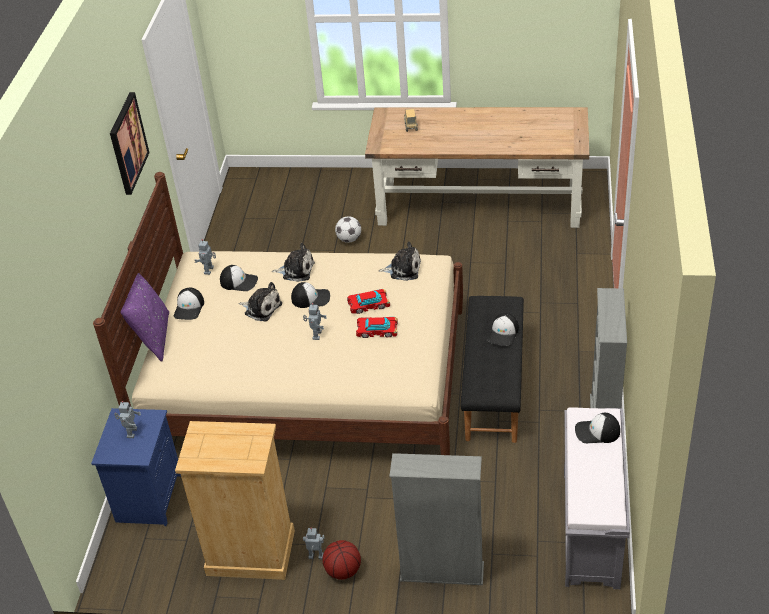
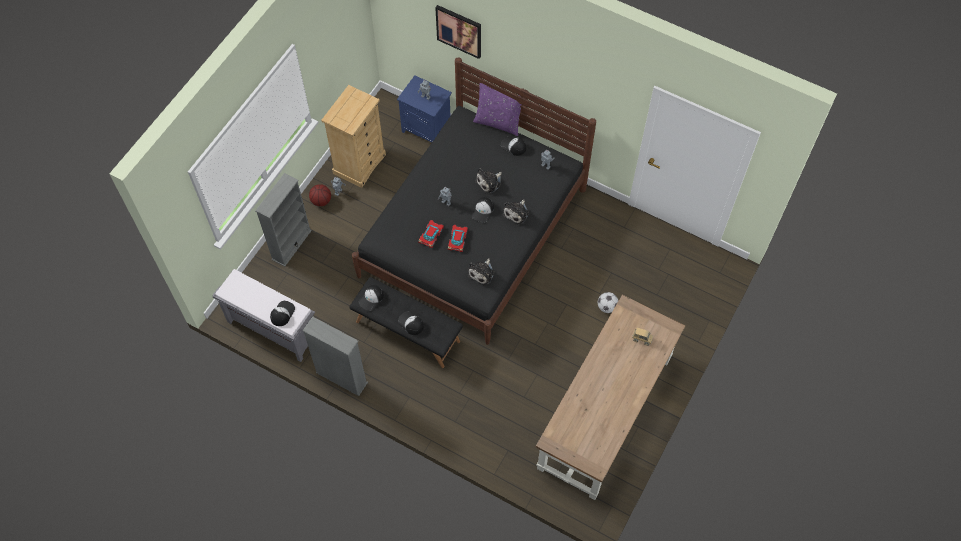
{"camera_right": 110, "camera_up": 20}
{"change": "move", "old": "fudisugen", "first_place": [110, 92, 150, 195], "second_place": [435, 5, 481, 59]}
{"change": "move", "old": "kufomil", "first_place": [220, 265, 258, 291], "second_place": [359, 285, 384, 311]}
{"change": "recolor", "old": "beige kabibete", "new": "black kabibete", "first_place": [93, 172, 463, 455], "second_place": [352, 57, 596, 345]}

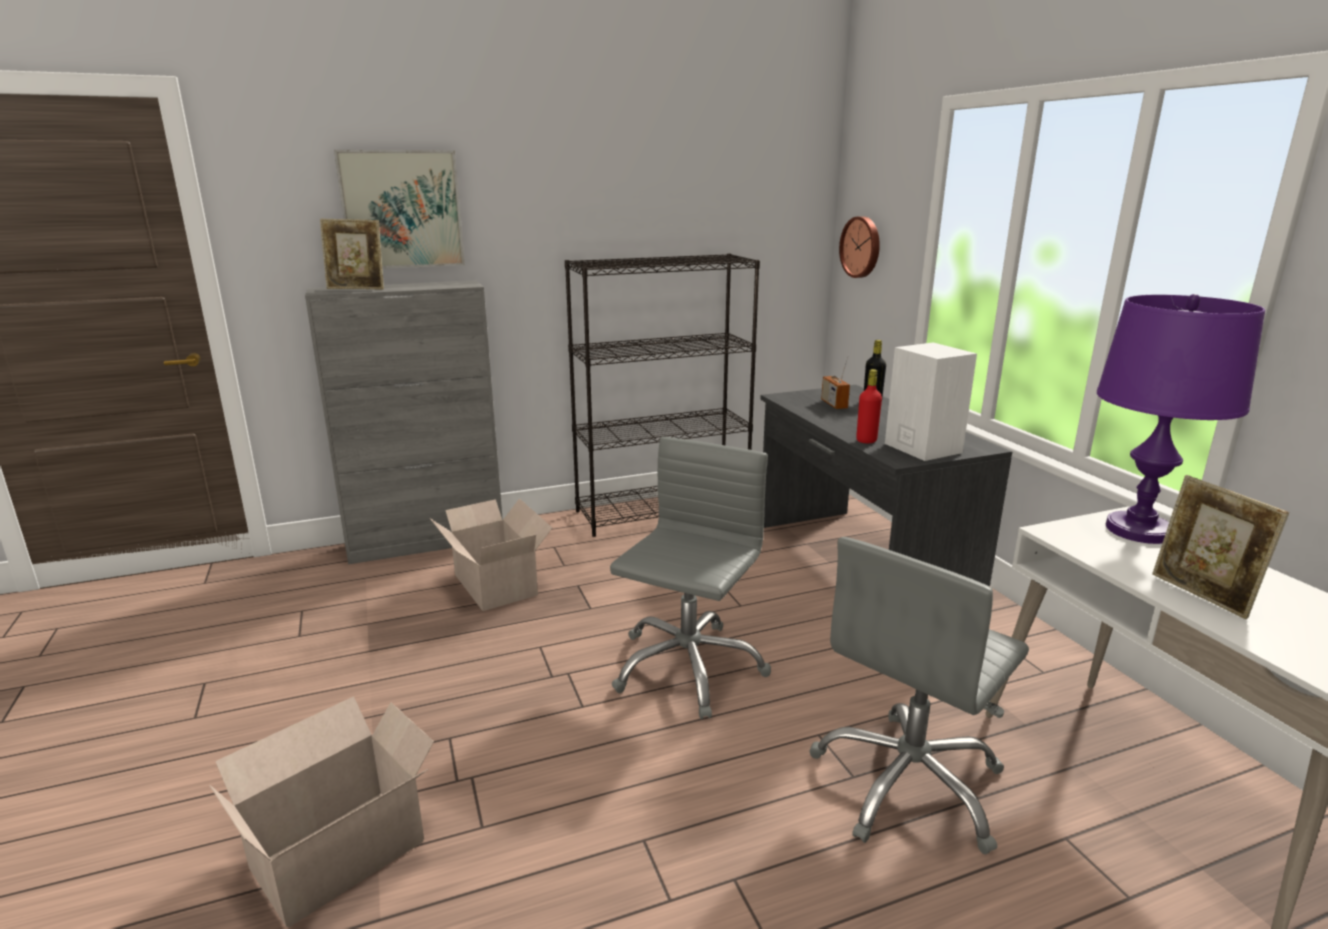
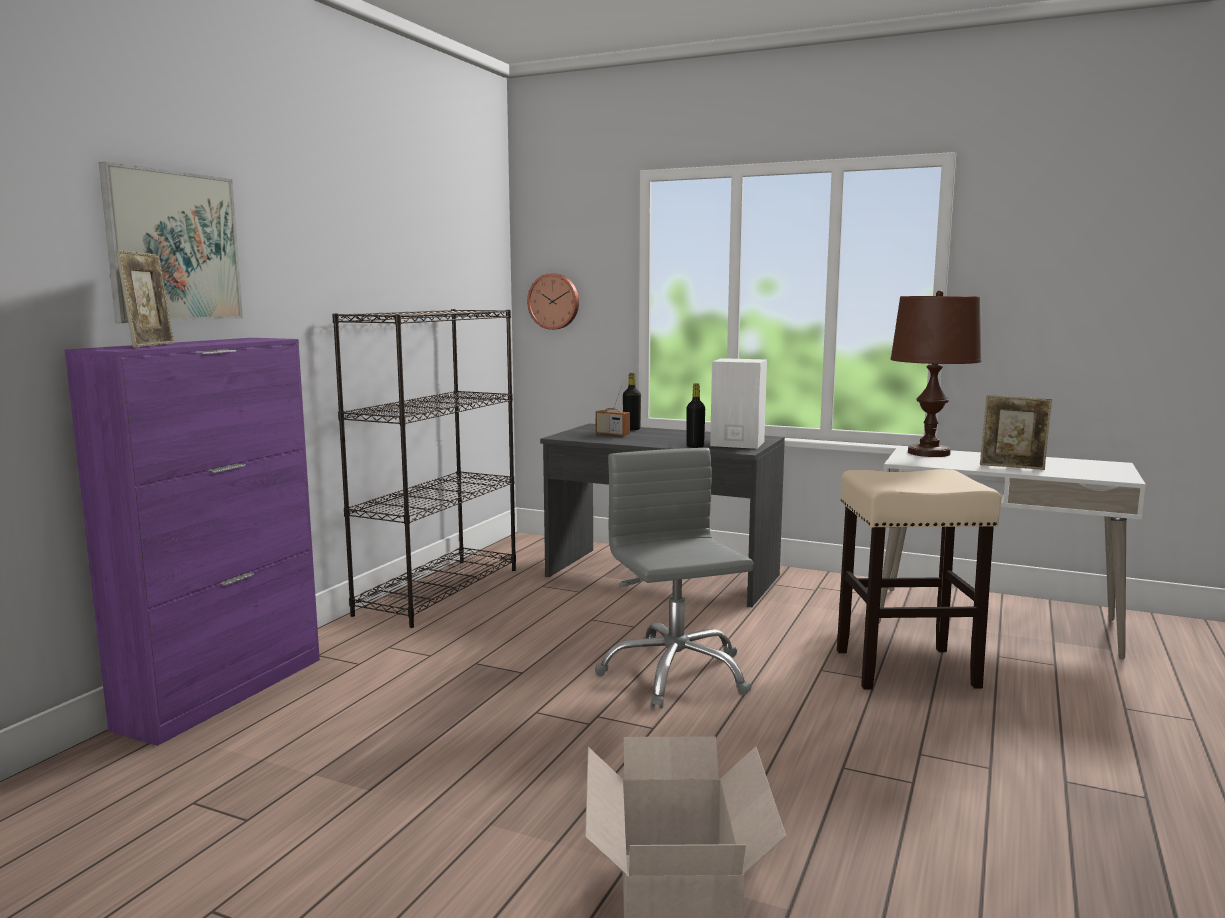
{"camera_right": -45, "camera_up": -10}
{"change": "delete", "old": "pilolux", "first_place": [430, 498, 552, 611]}
{"change": "replace", "old": "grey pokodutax", "new": "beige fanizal", "first_place": [810, 537, 1029, 854], "second_place": [837, 469, 1001, 690]}
{"change": "recolor", "old": "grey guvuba", "new": "purple guvuba", "first_place": [305, 280, 503, 564], "second_place": [65, 338, 320, 746]}
{"change": "recolor", "old": "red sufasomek", "new": "black sufasomek", "first_place": [856, 369, 882, 443], "second_place": [687, 383, 705, 448]}
{"change": "recolor", "old": "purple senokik", "new": "brown senokik", "first_place": [1097, 294, 1265, 544], "second_place": [891, 290, 981, 457]}
{"change": "rotate", "old": "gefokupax", "first_place": [320, 219, 384, 290], "second_place": [116, 250, 174, 347], "degrees": -45}

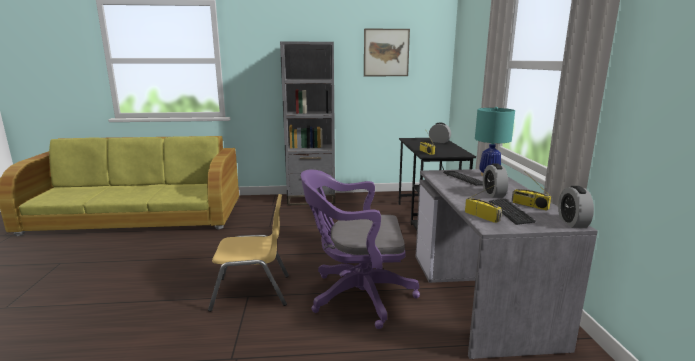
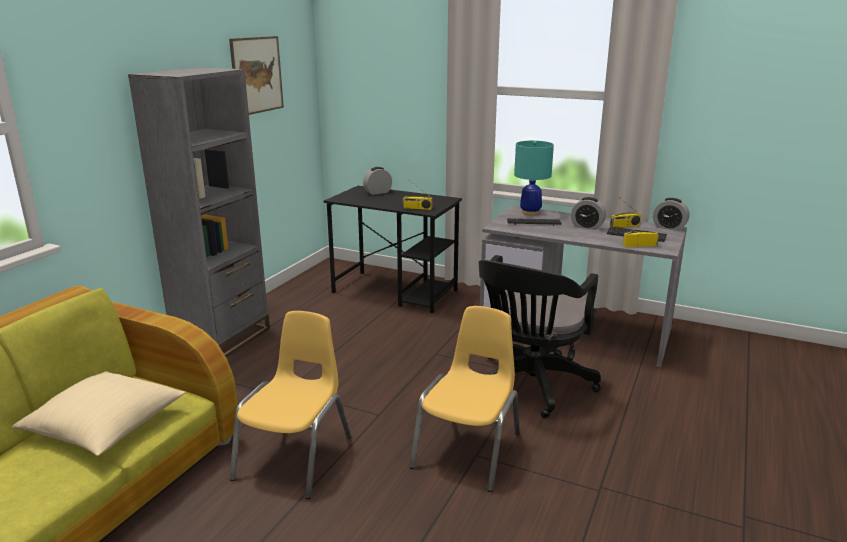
{"camera_right": -60, "camera_up": 5}
{"change": "insert", "new": "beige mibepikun", "second_place": [12, 371, 186, 456]}
{"change": "insert", "new": "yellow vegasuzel", "second_place": [230, 311, 351, 499]}
{"change": "recolor", "old": "purple pokodutax", "new": "black pokodutax", "first_place": [301, 169, 420, 329], "second_place": [479, 255, 601, 419]}

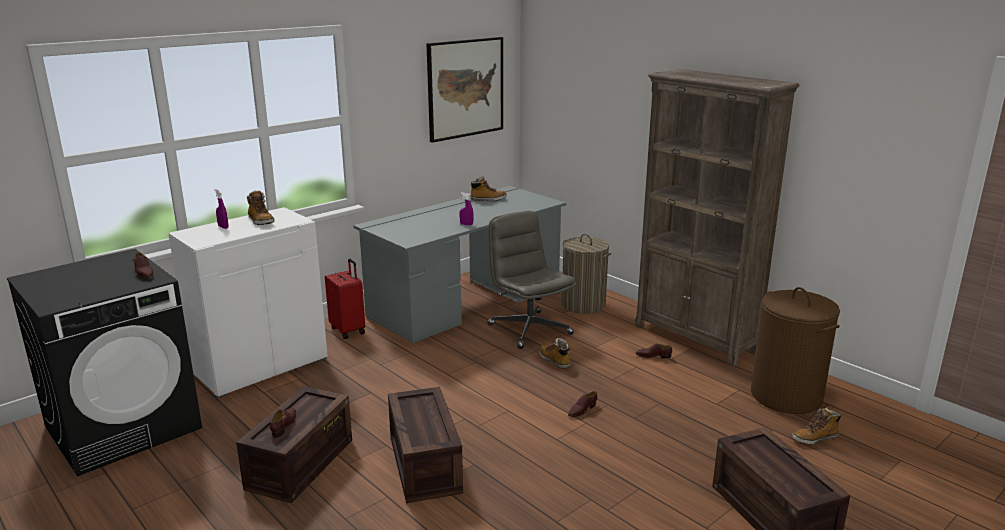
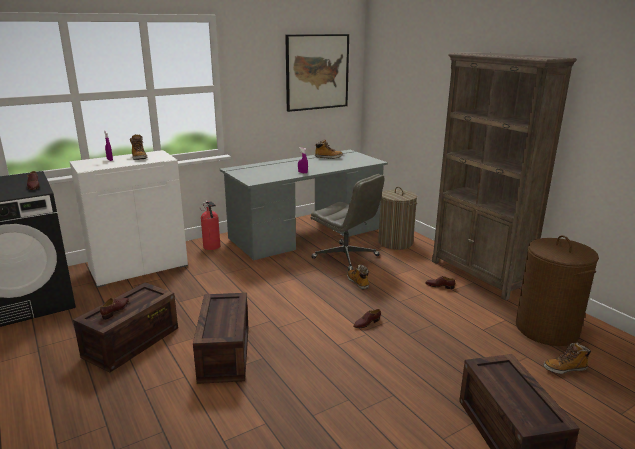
{"camera_right": 10, "camera_up": 0}
{"change": "replace", "old": "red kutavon", "new": "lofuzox", "first_place": [325, 259, 365, 339], "second_place": [200, 201, 220, 250]}
{"change": "rotate", "old": "grey pokodutax", "first_place": [487, 211, 576, 349], "second_place": [311, 174, 385, 271], "degrees": 150}

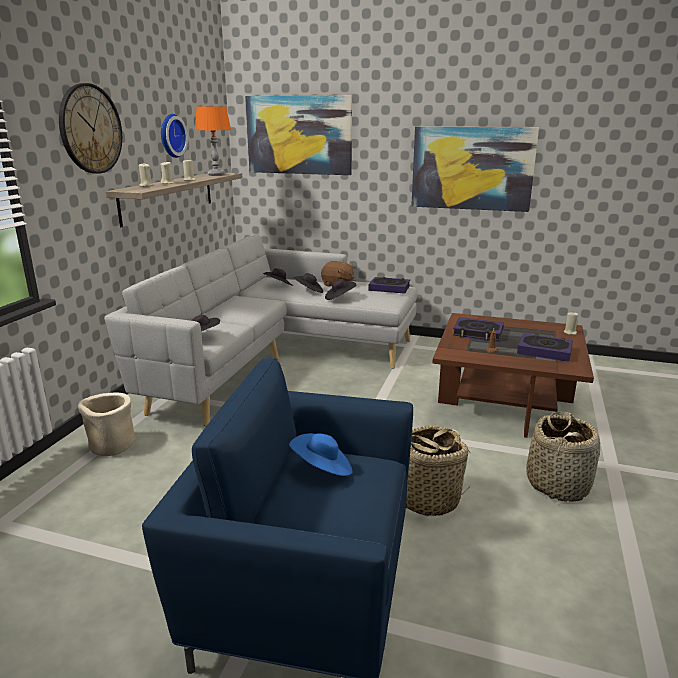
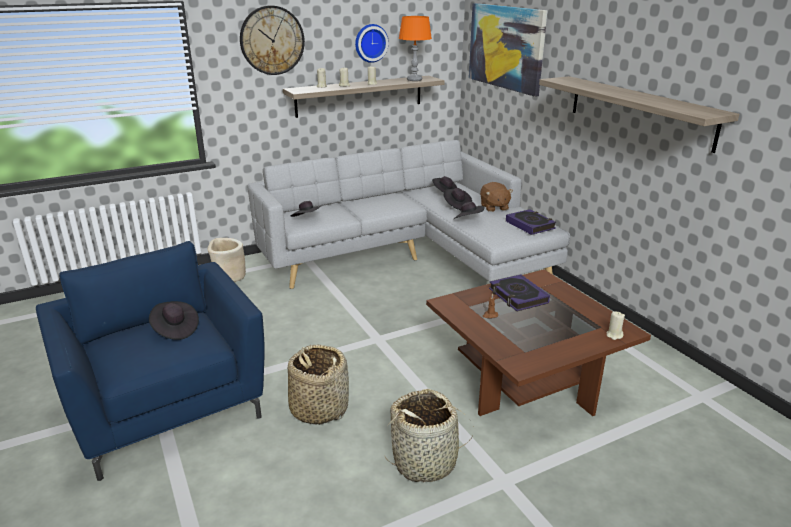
{"camera_right": 45, "camera_up": 5}
{"change": "delete", "old": "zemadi", "first_place": [517, 333, 573, 362]}
{"change": "replace", "old": "fudisugen", "new": "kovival", "first_place": [411, 127, 539, 212], "second_place": [539, 76, 739, 153]}
{"change": "recolor", "old": "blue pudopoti", "new": "black pudopoti", "first_place": [289, 433, 352, 476], "second_place": [149, 301, 199, 340]}

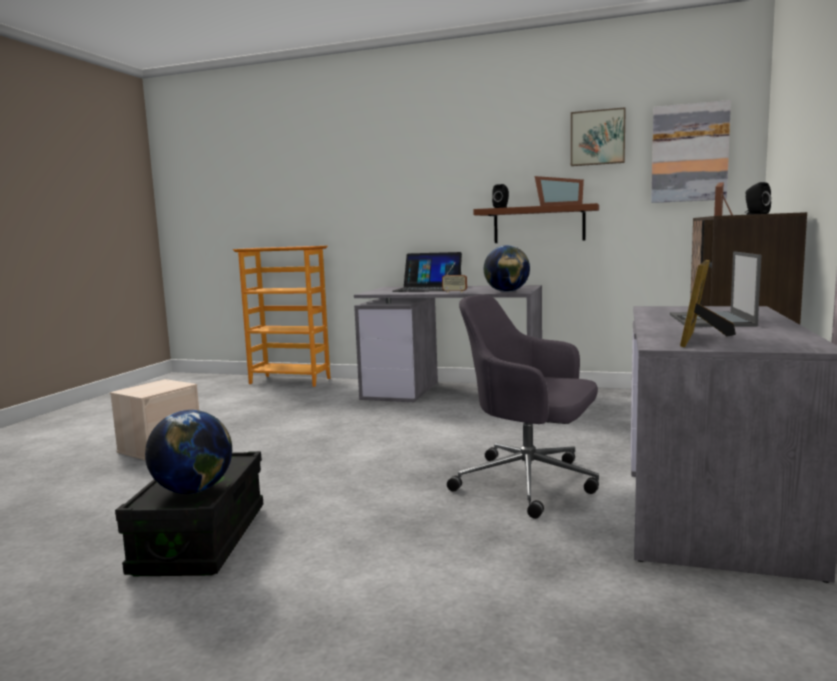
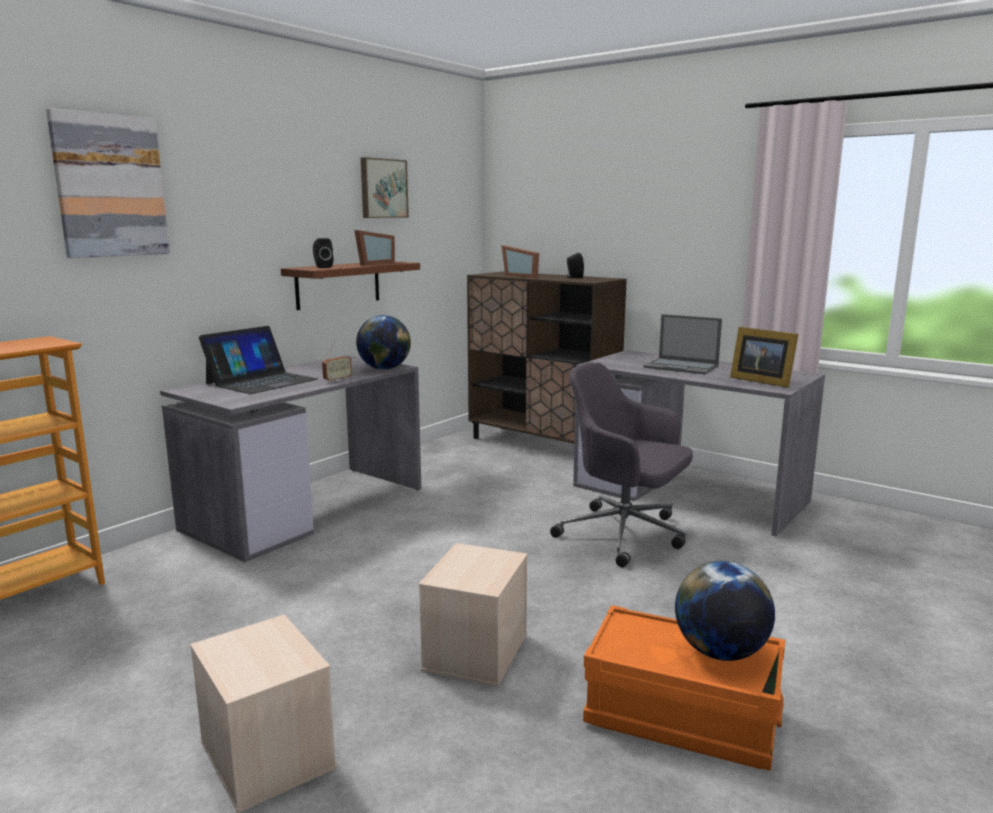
{"camera_right": -70, "camera_up": 5}
{"change": "insert", "new": "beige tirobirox", "second_place": [419, 543, 528, 687]}
{"change": "move", "old": "fudisugen", "first_place": [651, 100, 731, 203], "second_place": [46, 108, 170, 258]}
{"change": "recolor", "old": "black tirobirox", "new": "orange tirobirox", "first_place": [115, 451, 263, 576], "second_place": [583, 605, 785, 771]}
{"change": "rotate", "old": "grey pokodutax", "first_place": [447, 295, 599, 519], "second_place": [550, 362, 693, 567], "degrees": 75}

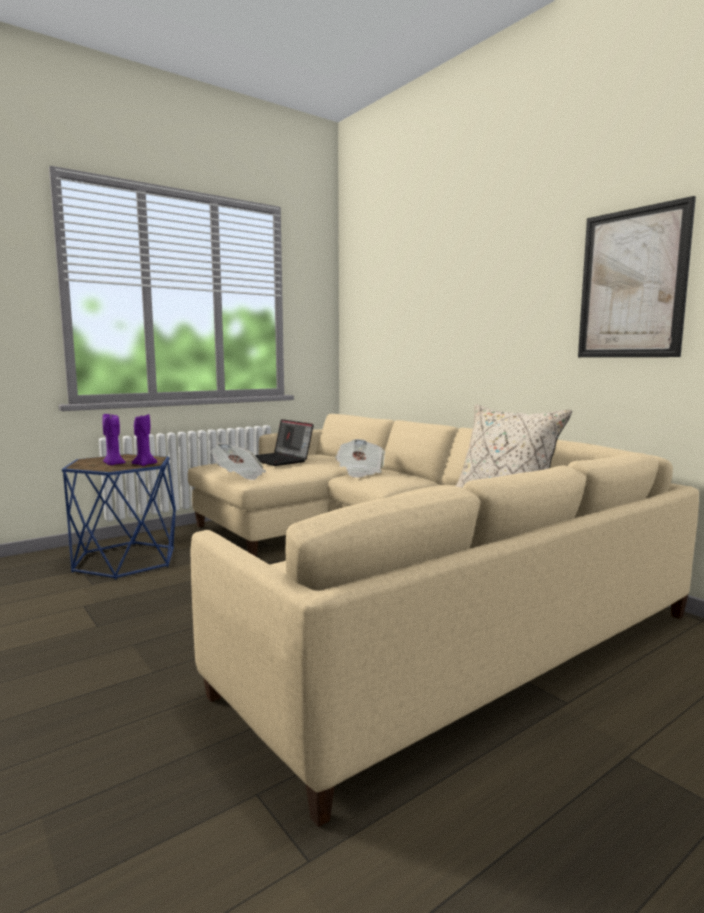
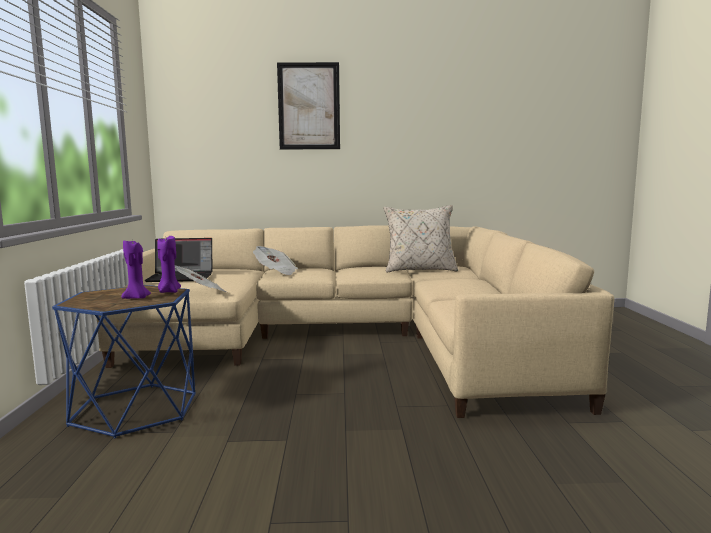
{"camera_right": -55, "camera_up": 0}
{"change": "move", "old": "fudisugen", "first_place": [578, 196, 696, 357], "second_place": [277, 62, 340, 150]}

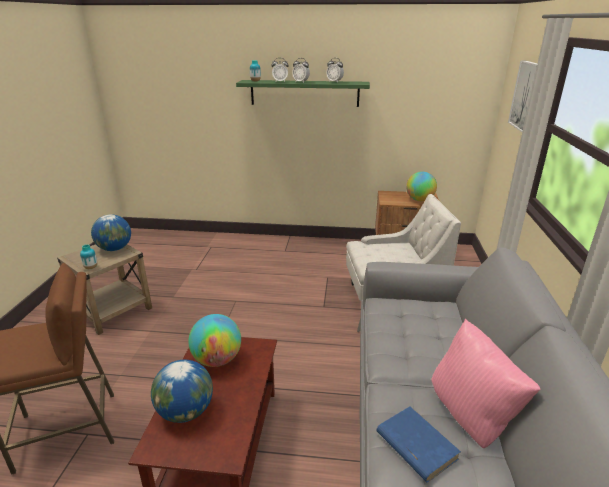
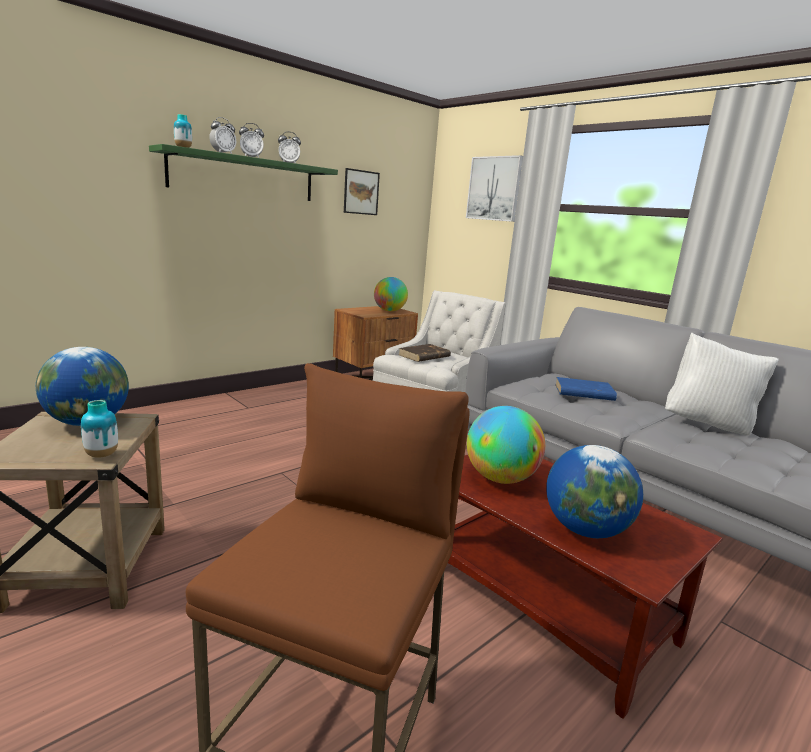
{"camera_right": -50, "camera_up": -10}
{"change": "insert", "new": "fudisugen", "second_place": [344, 168, 380, 215]}
{"change": "insert", "new": "brown zemadi", "second_place": [399, 344, 451, 362]}
{"change": "move", "old": "blue zemadi", "first_place": [376, 406, 461, 482], "second_place": [555, 377, 617, 401]}
{"change": "recolor", "old": "pink mibepikun", "new": "white mibepikun", "first_place": [431, 319, 541, 448], "second_place": [665, 333, 779, 436]}

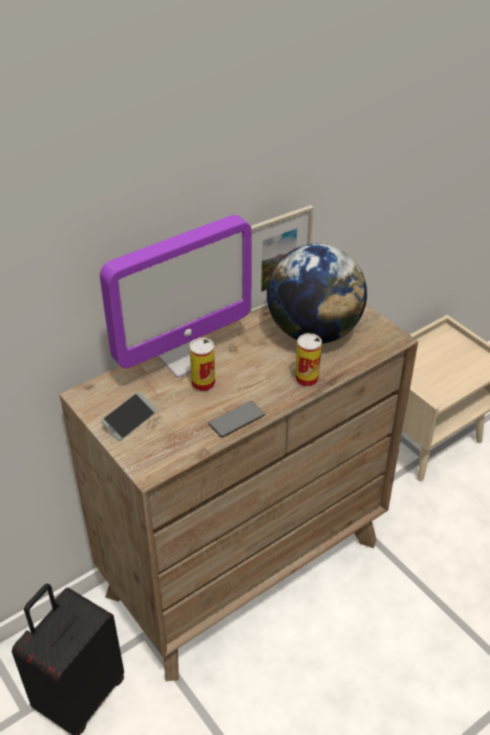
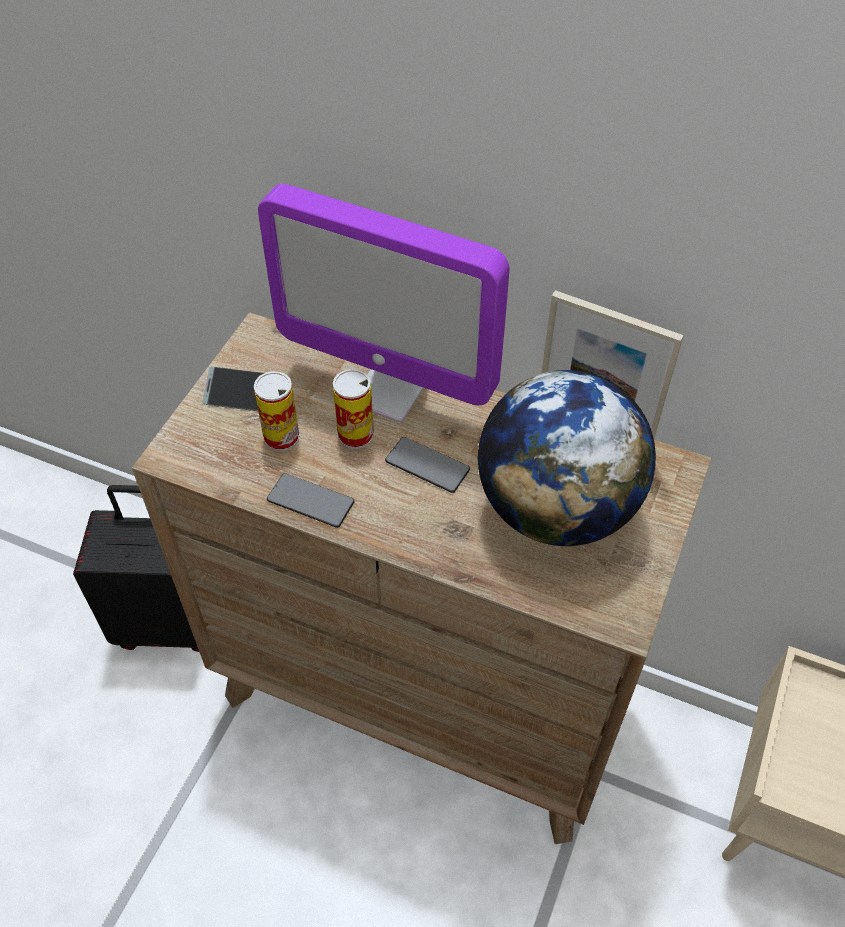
{"camera_right": 60, "camera_up": 10}
{"change": "insert", "new": "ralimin", "second_place": [385, 437, 470, 493]}
{"change": "move", "old": "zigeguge", "first_place": [295, 333, 322, 388], "second_place": [254, 371, 300, 452]}

